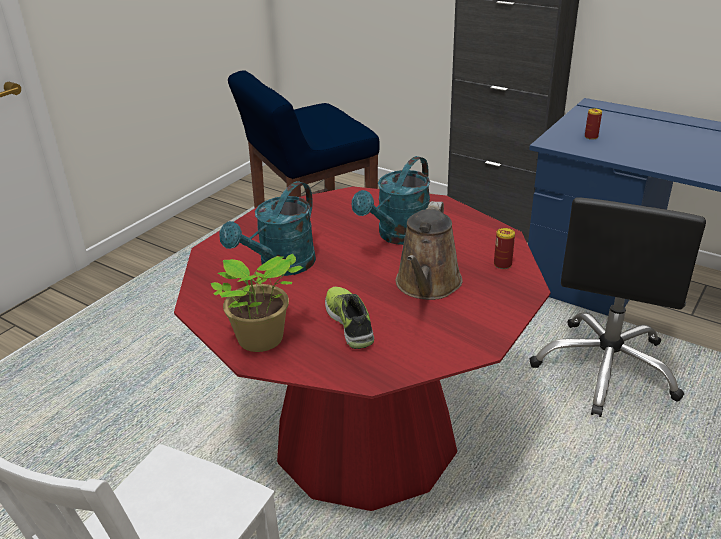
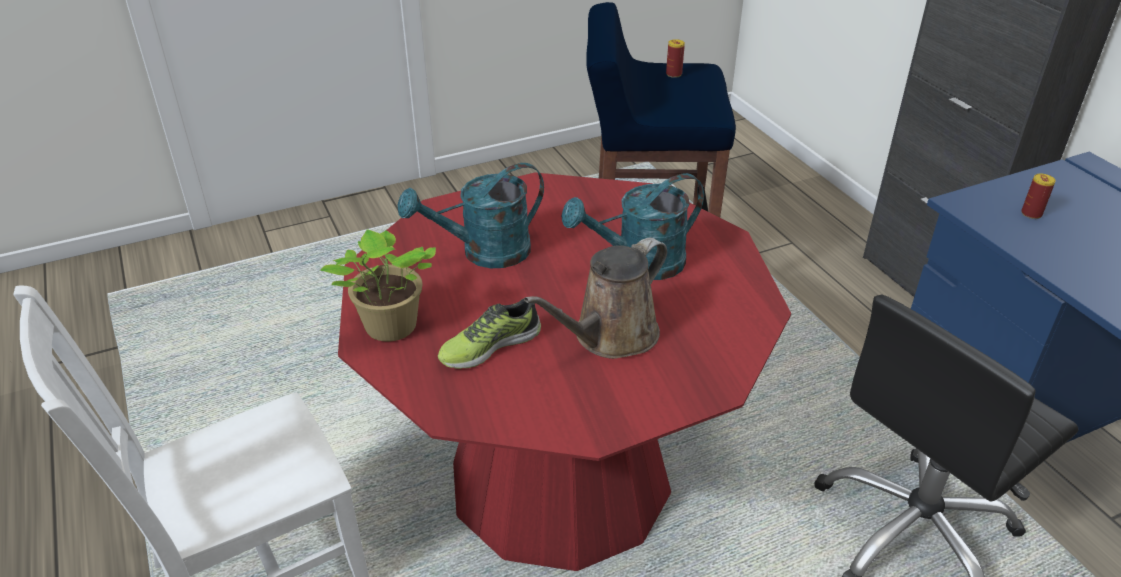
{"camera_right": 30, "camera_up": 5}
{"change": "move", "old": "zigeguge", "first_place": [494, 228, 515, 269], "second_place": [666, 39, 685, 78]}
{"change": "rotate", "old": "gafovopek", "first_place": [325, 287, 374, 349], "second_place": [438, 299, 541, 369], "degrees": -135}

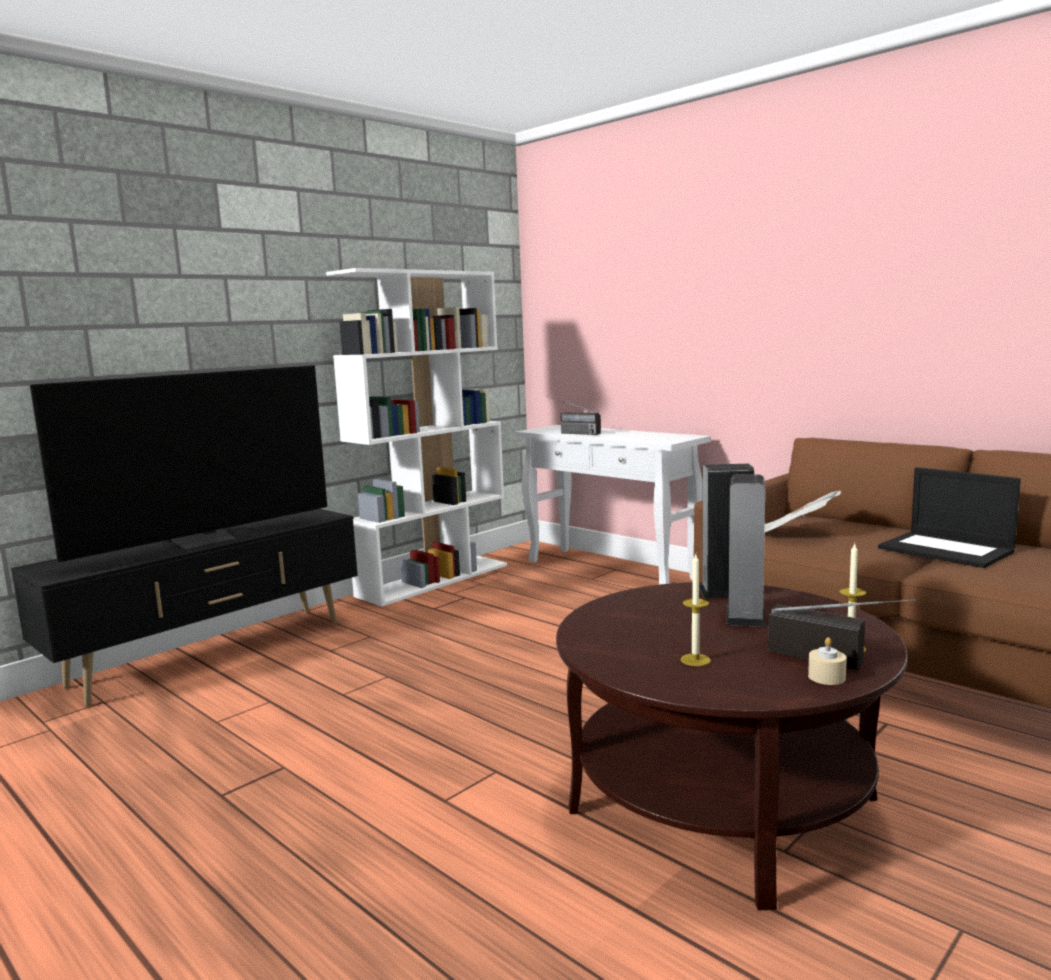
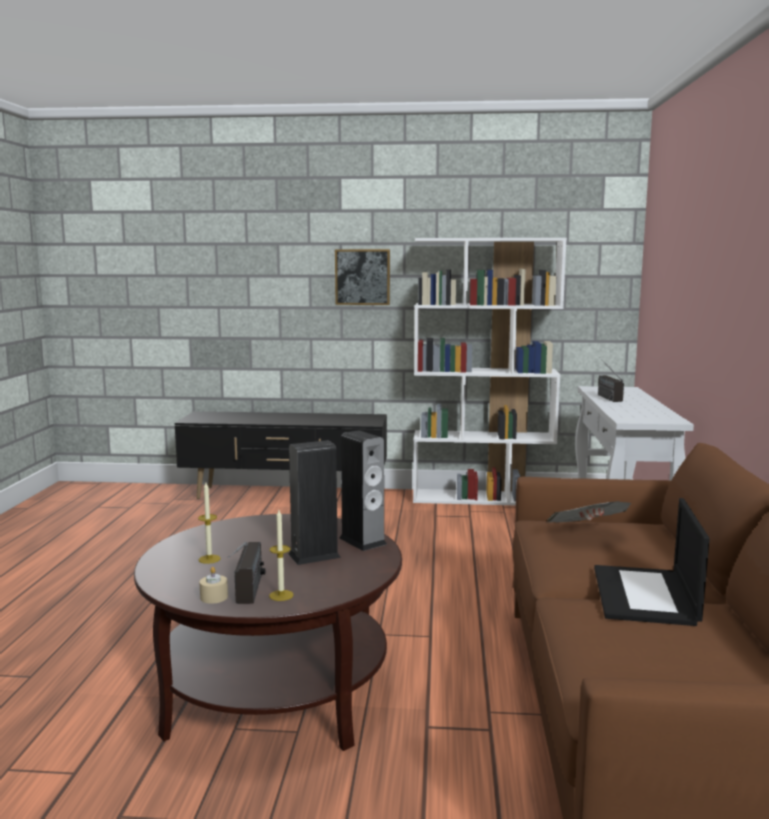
{"camera_right": 50, "camera_up": 0}
{"change": "delete", "old": "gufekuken", "first_place": [30, 365, 327, 562]}
{"change": "insert", "new": "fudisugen", "second_place": [335, 249, 390, 305]}

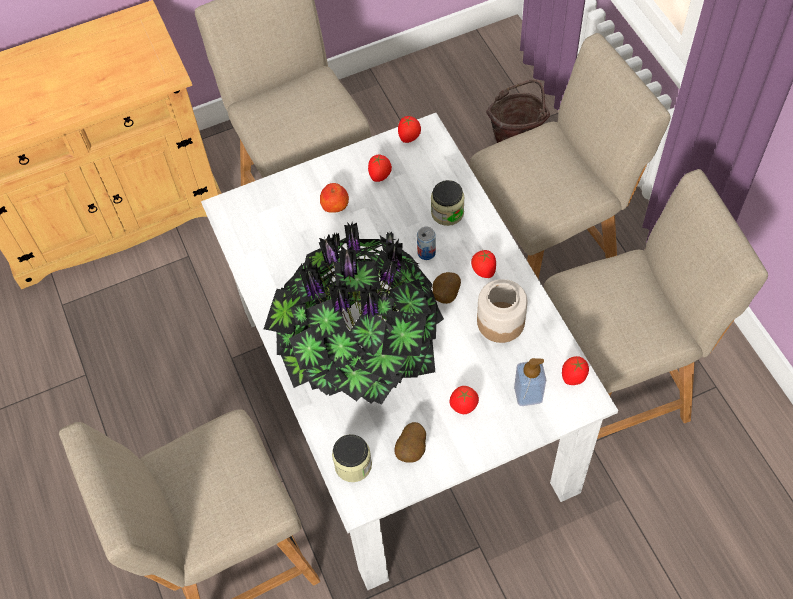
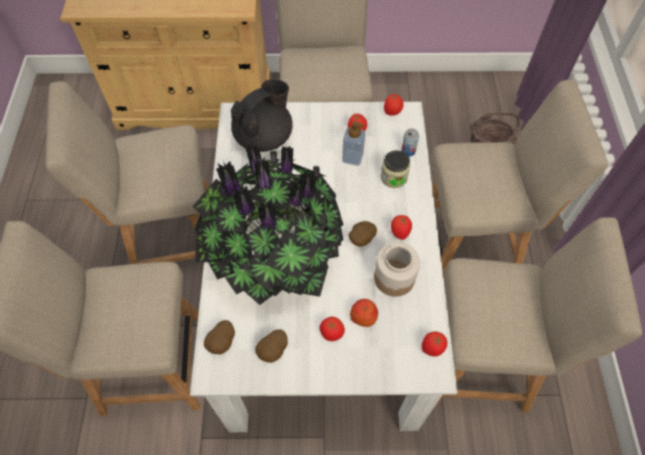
{"camera_right": 20, "camera_up": 0}
{"change": "insert", "new": "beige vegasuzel", "second_place": [45, 81, 209, 264]}
{"change": "insert", "new": "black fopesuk", "second_place": [231, 79, 293, 152]}
{"change": "move", "old": "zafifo", "first_place": [320, 183, 349, 213], "second_place": [350, 299, 378, 327]}
{"change": "move", "old": "zigeguge", "first_place": [417, 227, 436, 260], "second_place": [401, 128, 419, 157]}
{"change": "move", "old": "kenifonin", "first_place": [514, 358, 546, 406], "second_place": [342, 121, 365, 166]}
{"change": "replace", "old": "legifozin", "new": "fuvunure", "first_place": [332, 434, 372, 482], "second_place": [204, 320, 235, 354]}

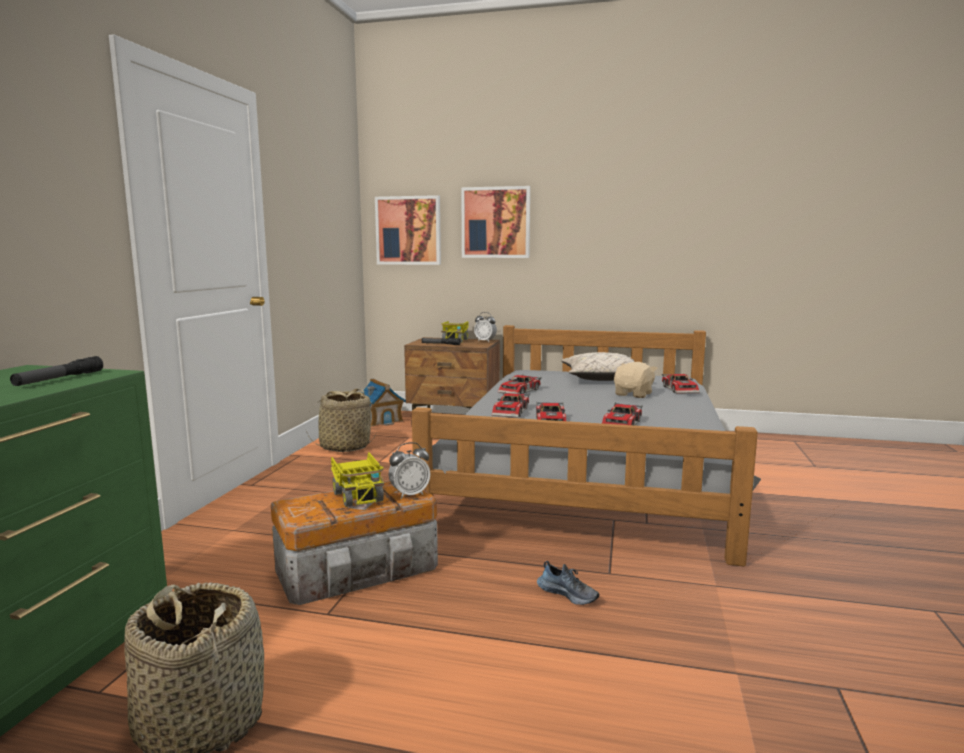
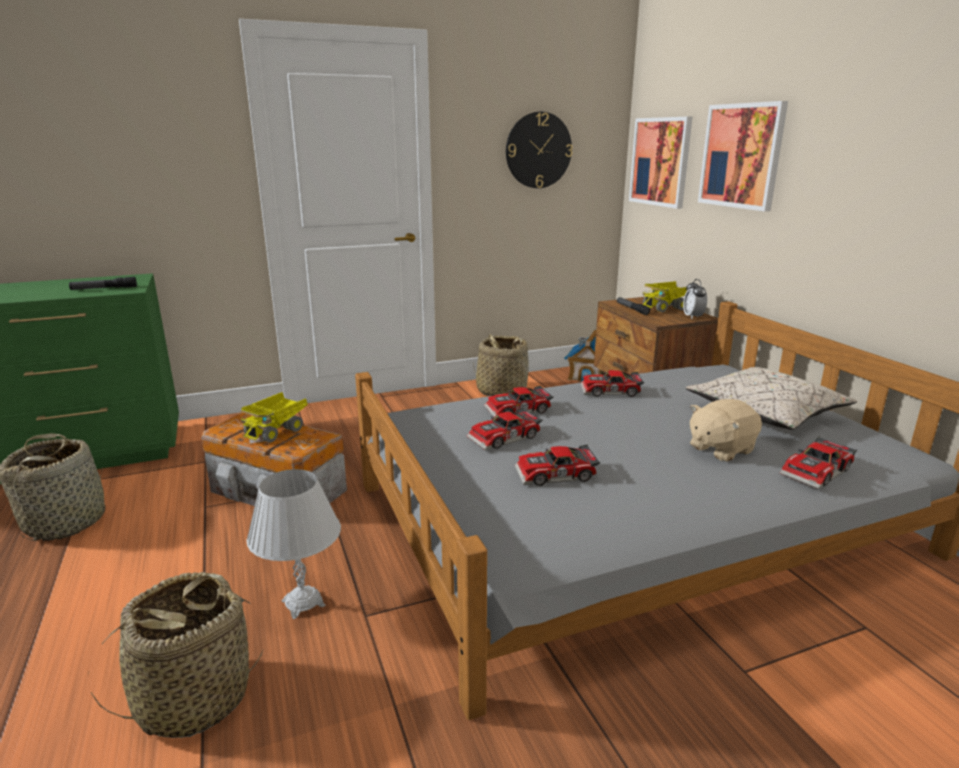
{"camera_right": 55, "camera_up": 10}
{"change": "delete", "old": "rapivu", "first_place": [389, 442, 431, 499]}
{"change": "insert", "new": "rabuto", "second_place": [88, 572, 263, 738]}
{"change": "insert", "new": "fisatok", "second_place": [506, 112, 573, 188]}
{"change": "replace", "old": "gafovopek", "new": "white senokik", "first_place": [537, 561, 599, 605], "second_place": [246, 469, 341, 619]}
{"change": "rotate", "old": "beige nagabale", "first_place": [614, 362, 658, 398], "second_place": [690, 399, 762, 462], "degrees": 150}

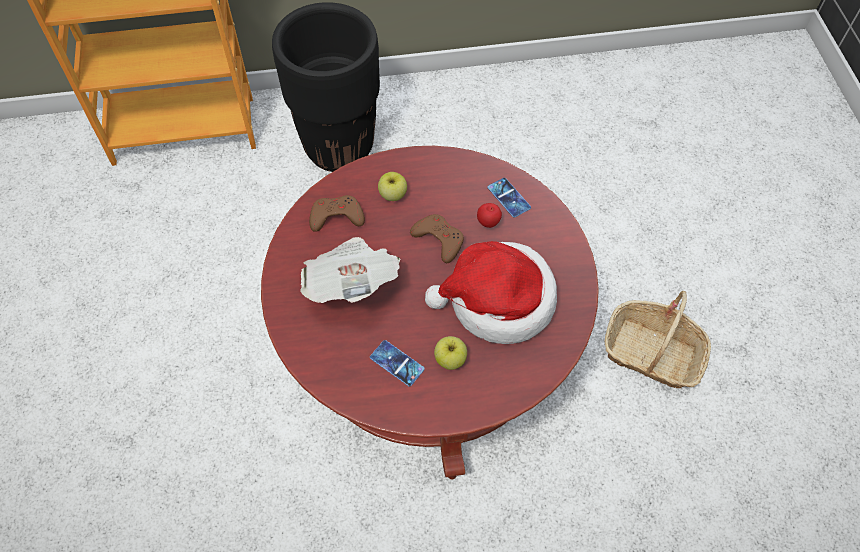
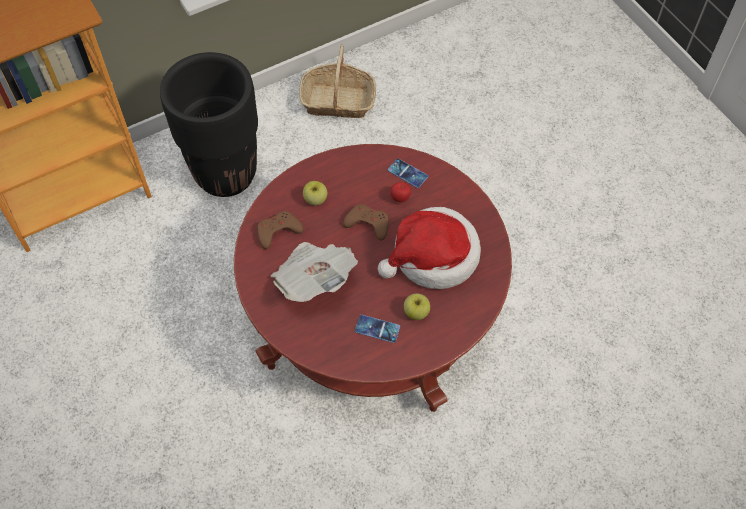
{"camera_right": -20, "camera_up": 0}
{"change": "move", "old": "rabuto", "first_place": [605, 291, 711, 388], "second_place": [299, 44, 376, 118]}

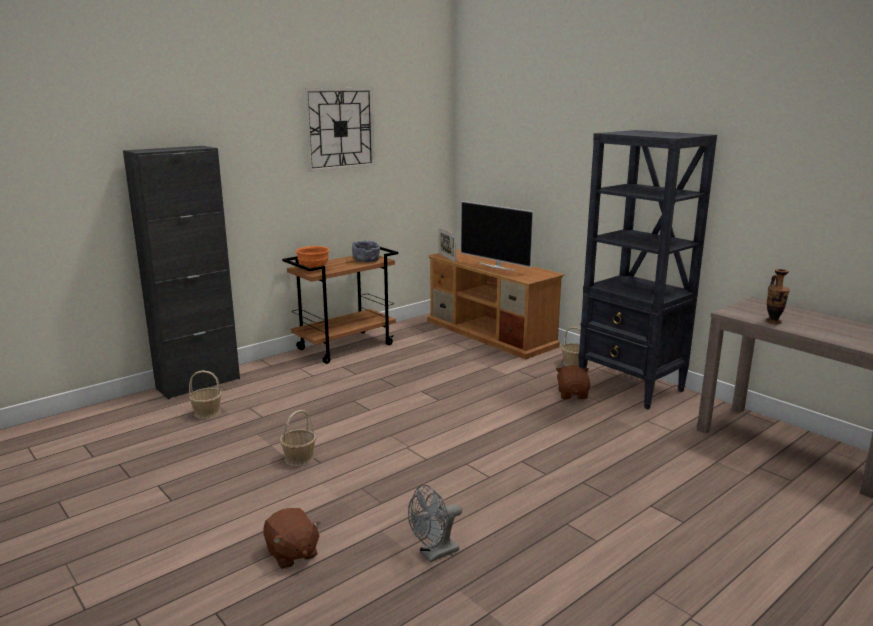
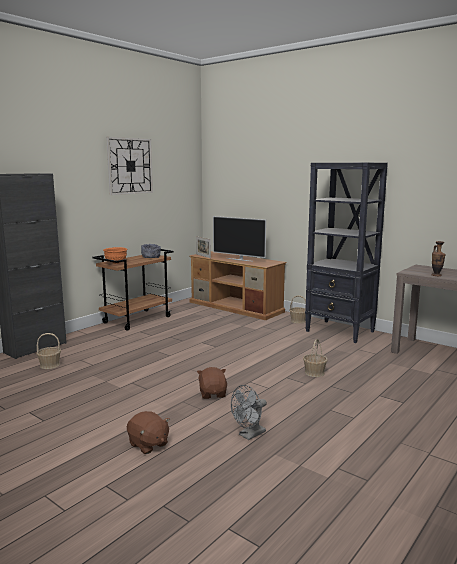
{"camera_right": -10, "camera_up": -5}
{"change": "move", "old": "rabuto", "first_place": [280, 410, 316, 466], "second_place": [303, 339, 328, 377]}
{"change": "move", "old": "brown nagabale", "first_place": [556, 365, 590, 399], "second_place": [197, 367, 227, 399]}

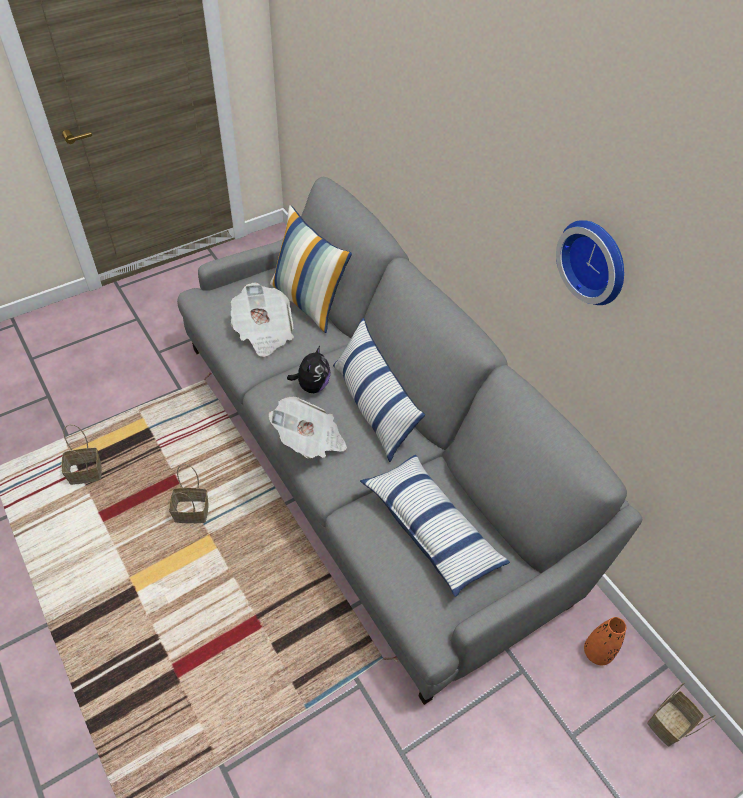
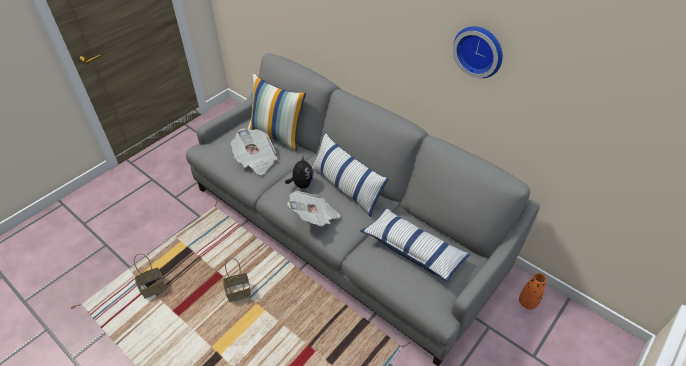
{"camera_right": -15, "camera_up": -5}
{"change": "delete", "old": "rabuto", "first_place": [647, 682, 716, 746]}

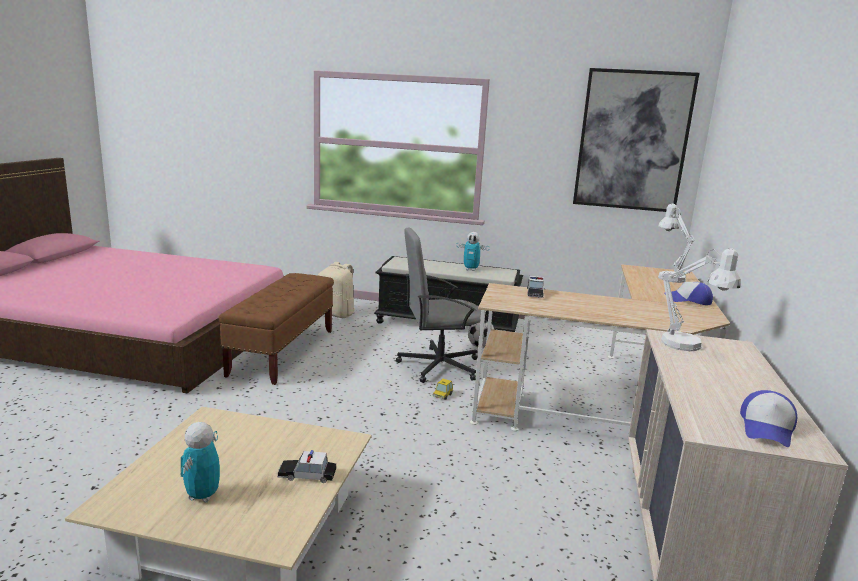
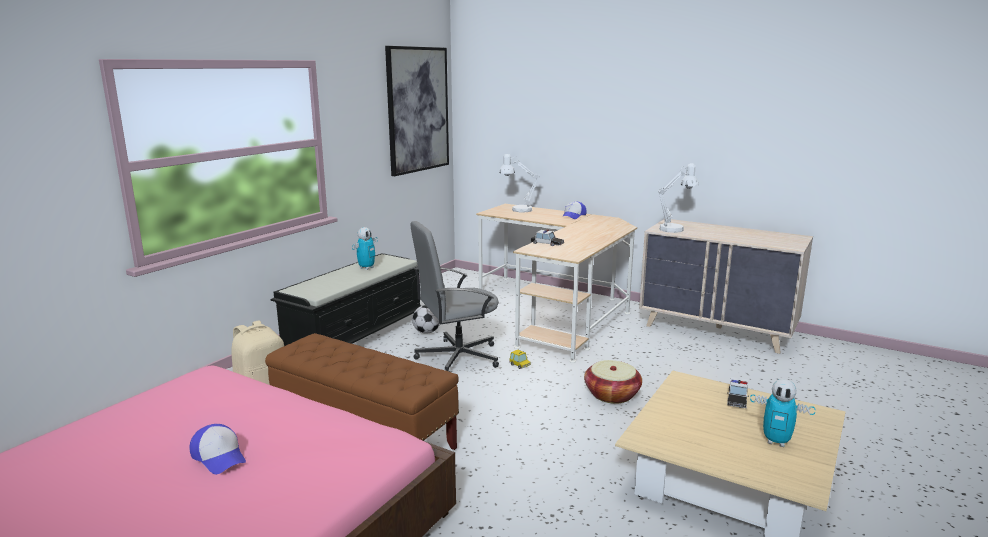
{"camera_right": -70, "camera_up": 0}
{"change": "insert", "new": "rabuto", "second_place": [584, 360, 642, 404]}
{"change": "move", "old": "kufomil", "first_place": [740, 390, 797, 447], "second_place": [189, 424, 246, 474]}
{"change": "rotate", "old": "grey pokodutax", "first_place": [396, 228, 481, 383], "second_place": [410, 221, 499, 372], "degrees": 60}

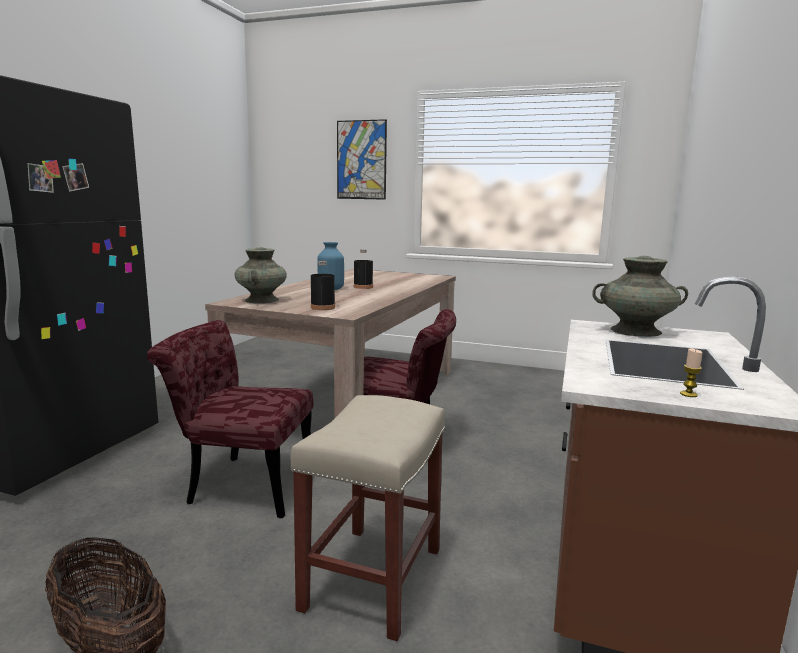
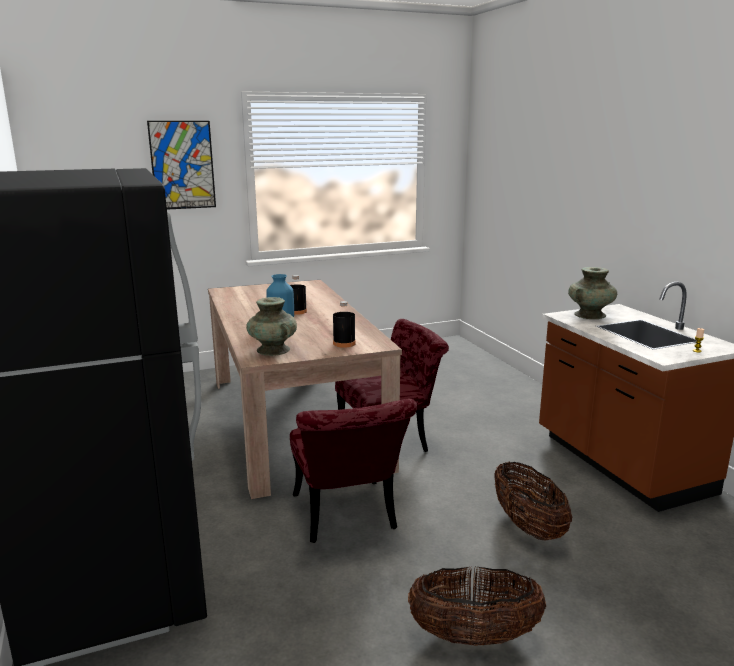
{"camera_right": -40, "camera_up": 5}
{"change": "replace", "old": "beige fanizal", "new": "rabuto", "first_place": [291, 395, 445, 641], "second_place": [494, 462, 573, 541]}
{"change": "rotate", "old": "red vegasuzel", "first_place": [147, 320, 314, 518], "second_place": [290, 399, 417, 543], "degrees": -75}

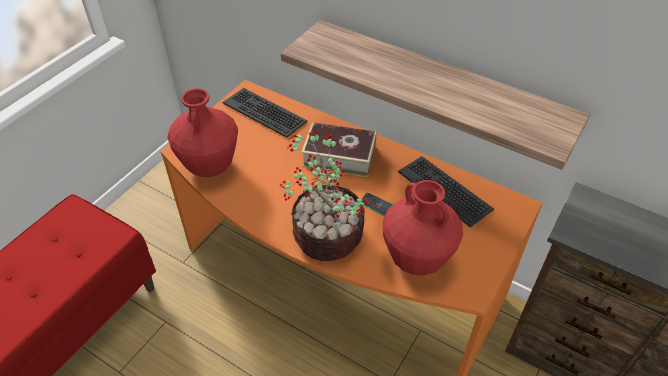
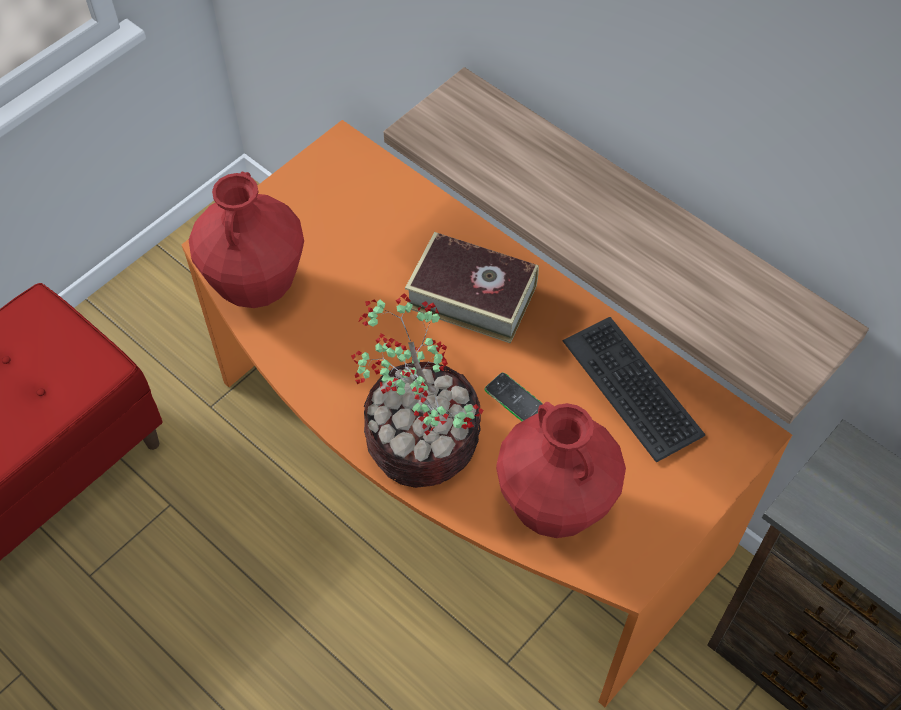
{"camera_right": 10, "camera_up": 10}
{"change": "delete", "old": "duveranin", "first_place": [223, 88, 307, 138]}

